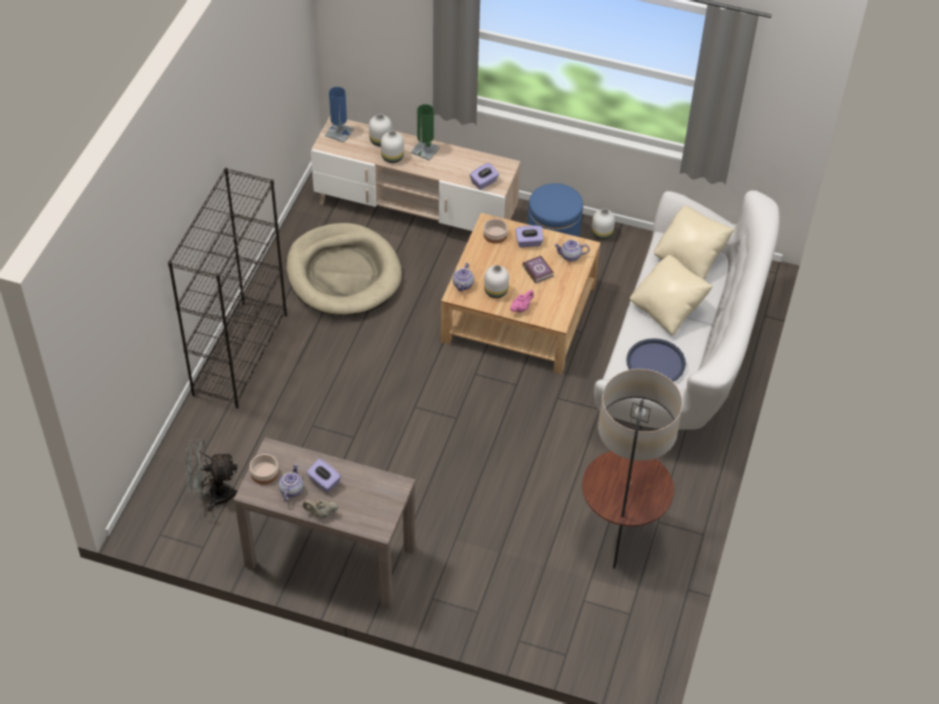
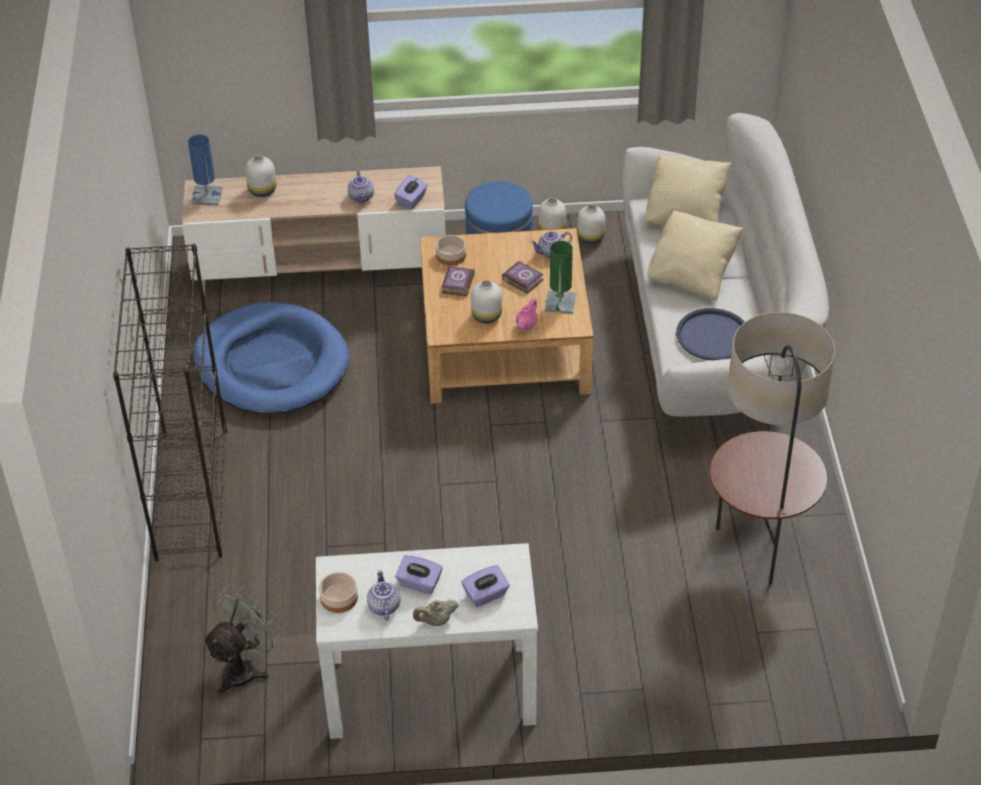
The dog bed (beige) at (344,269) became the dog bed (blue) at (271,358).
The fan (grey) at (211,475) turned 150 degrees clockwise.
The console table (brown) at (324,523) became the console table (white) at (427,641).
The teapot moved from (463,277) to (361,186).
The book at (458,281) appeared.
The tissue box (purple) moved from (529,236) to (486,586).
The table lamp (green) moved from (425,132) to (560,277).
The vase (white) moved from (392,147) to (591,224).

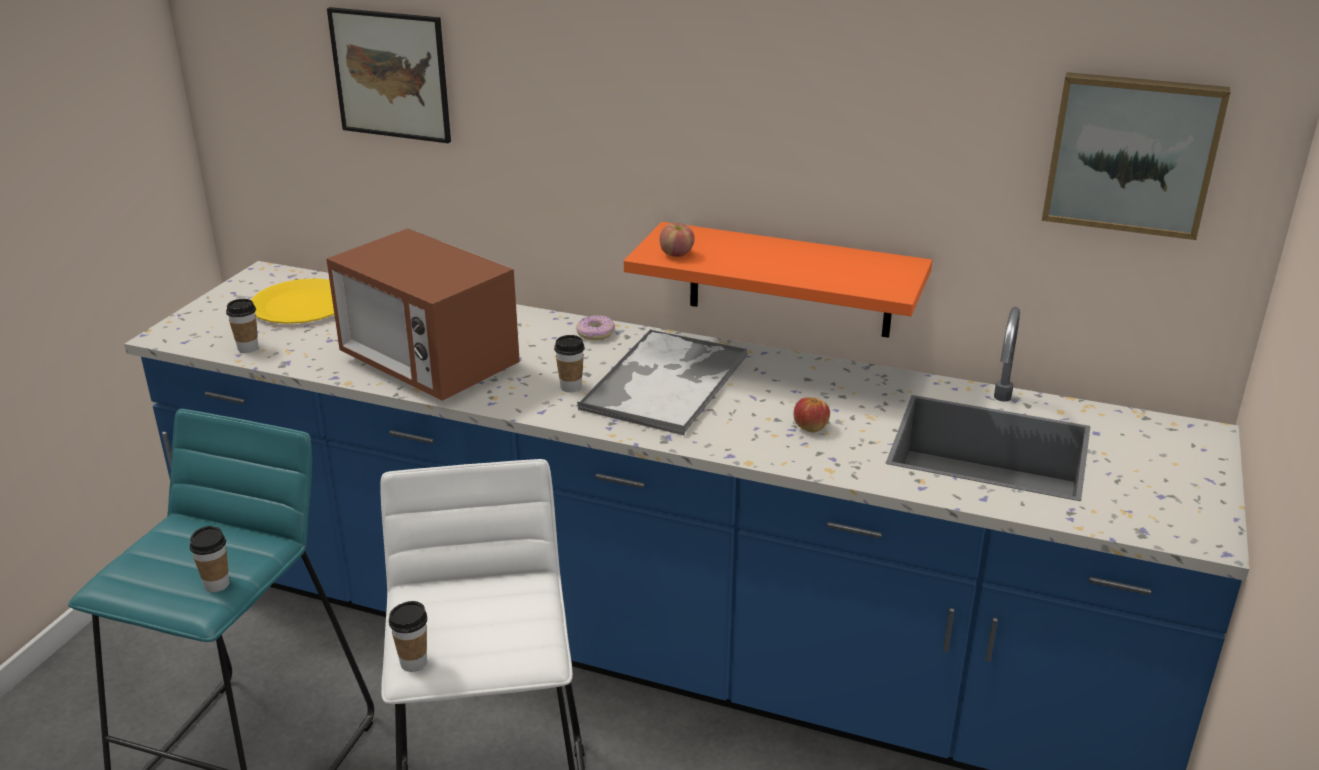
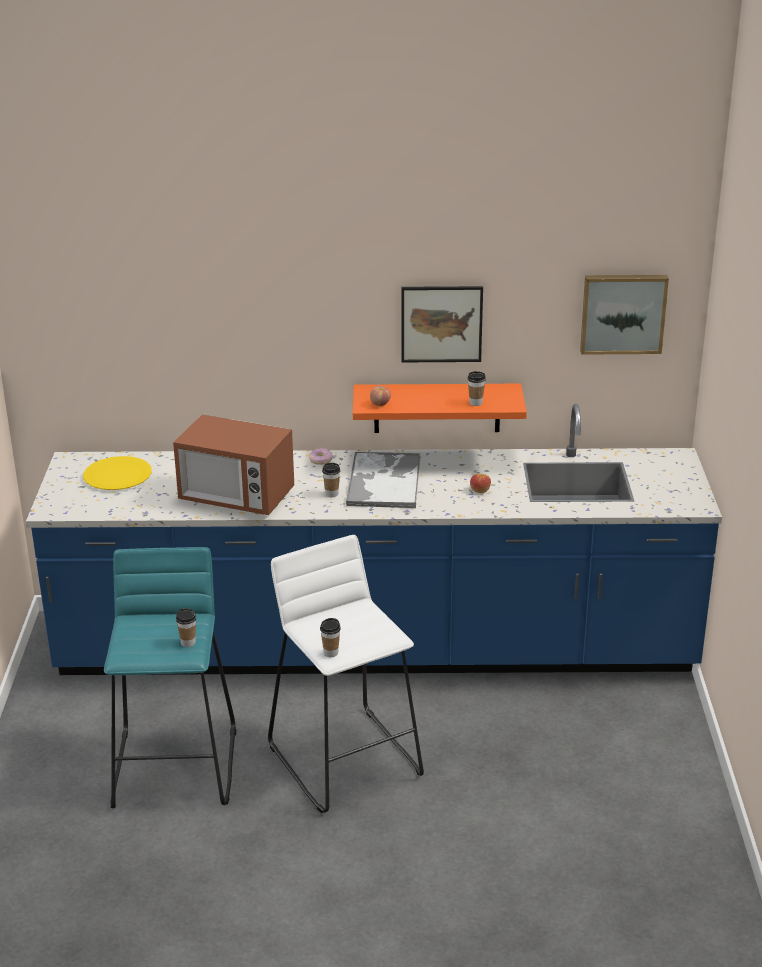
The picture moved from (389,75) to (442,324).
The cup moved from (242,326) to (477,388).

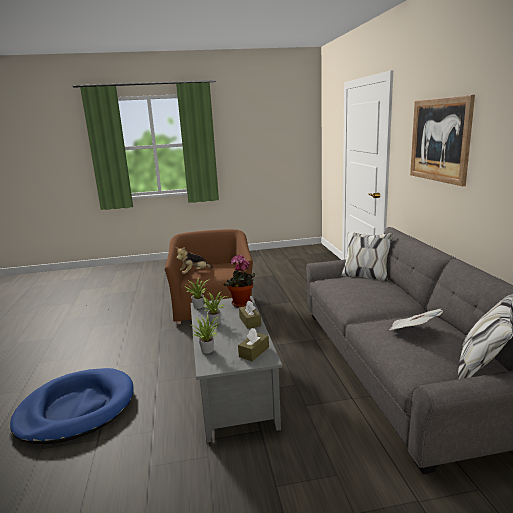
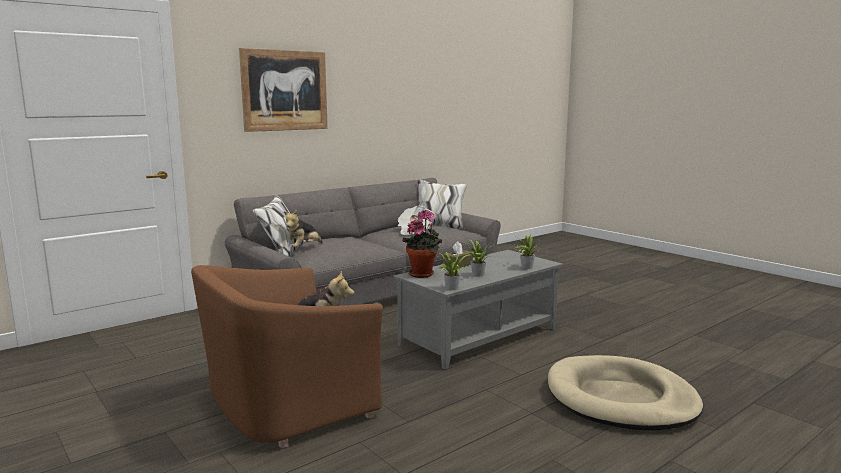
The plush toy at (303,229) appeared.
The dog bed (blue) at (72,406) became the dog bed (beige) at (625,393).
The tissue box (brown) at (253,344) disappeared.

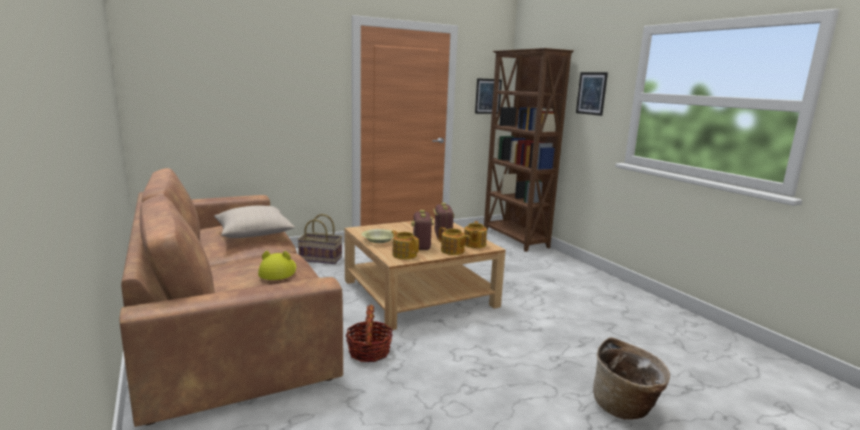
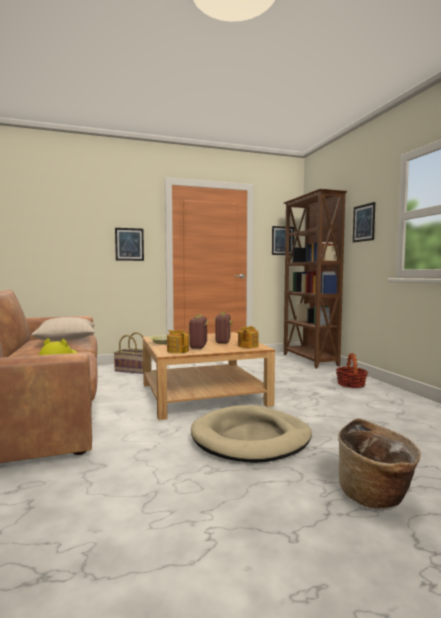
The picture at (129,244) appeared.
The dog bed (beige) at (251,434) appeared.
The basket moved from (369,333) to (352,370).
The teapot at (454,241) disappeared.

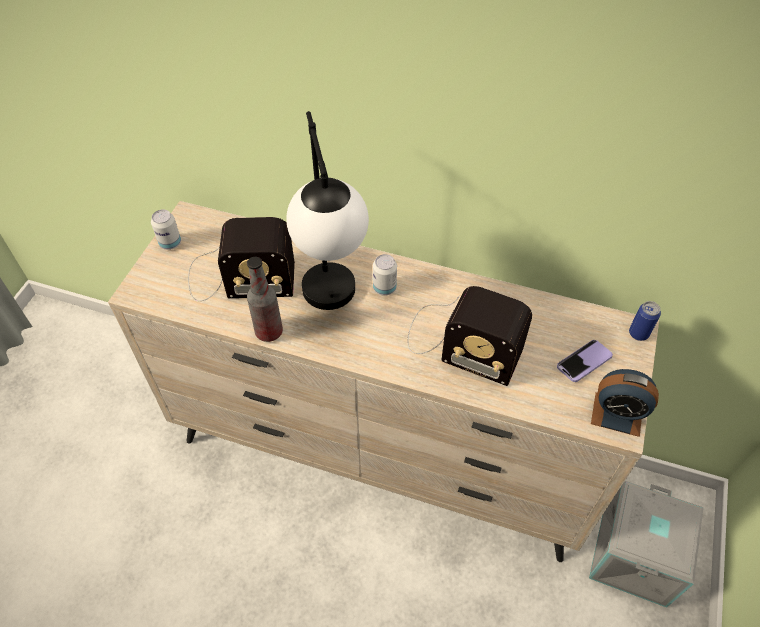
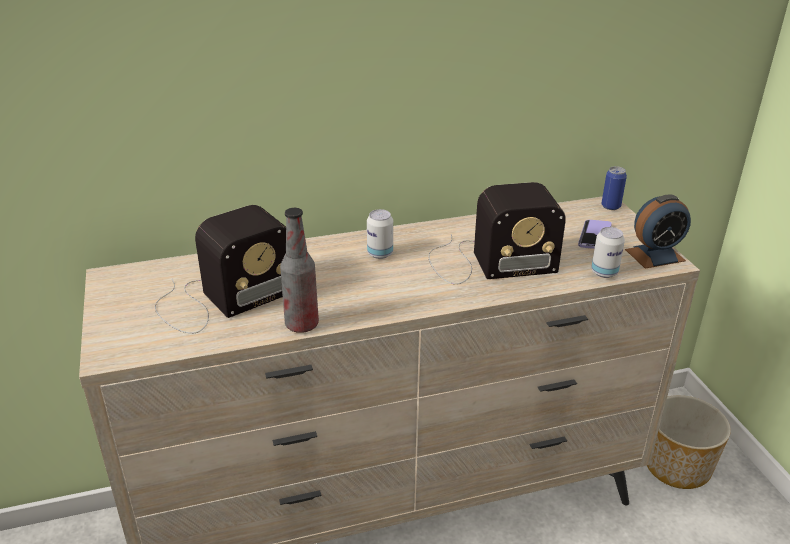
The can moved from (166,229) to (608,252).
The storage box (grey) at (646,544) was replaced by the planter at (689,442).
The table lamp at (327,210) disappeared.

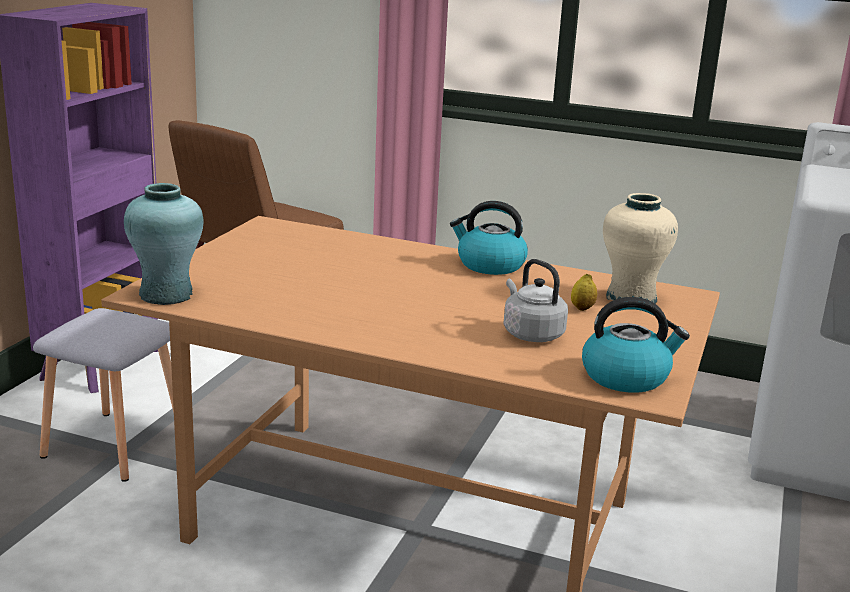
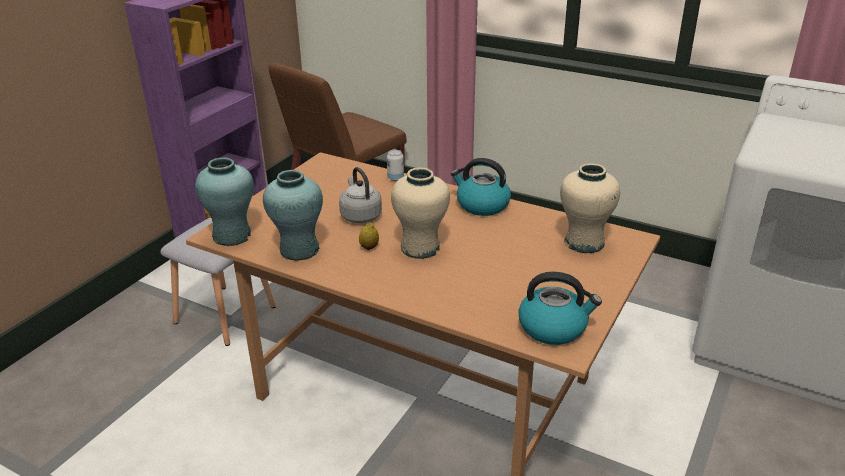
The vase (turquoise) at (293,215) appeared.
The kettle (grey) moved from (535,300) to (360,195).
The lemon moved from (584,292) to (369,236).
The can at (395,165) appeared.
The vase (beige) at (420,213) appeared.

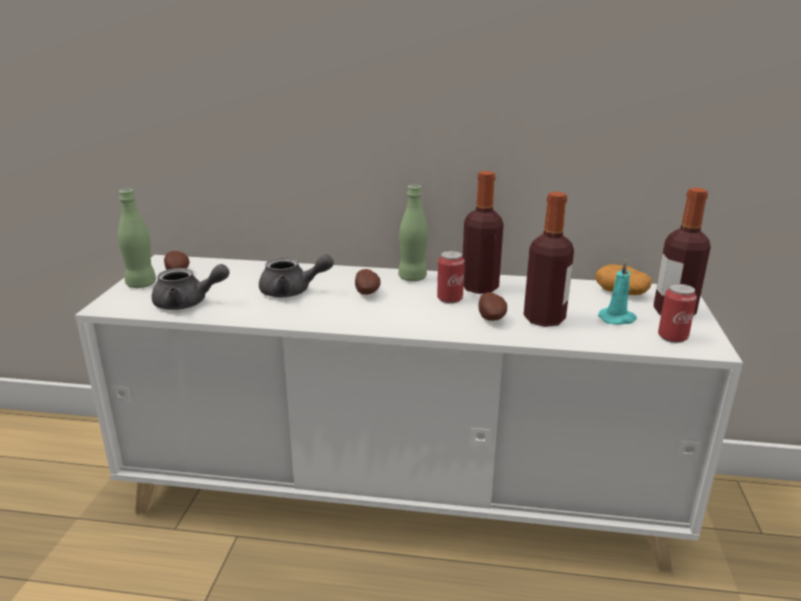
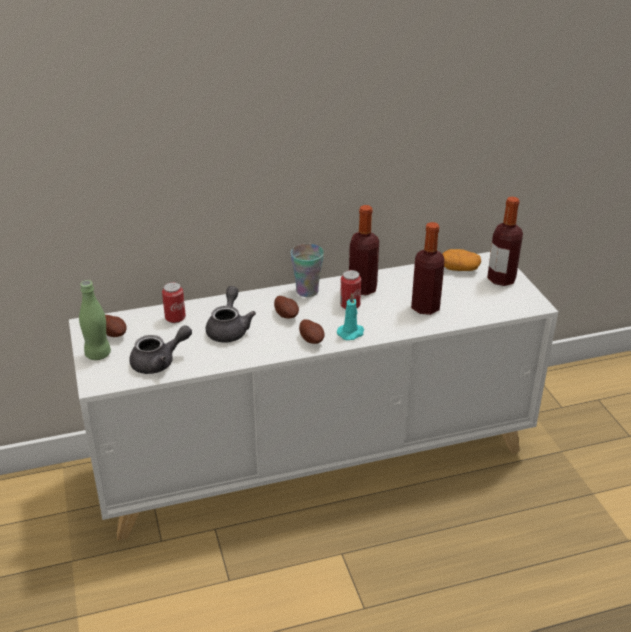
The can moved from (677,313) to (174,302).
The teapot (grey) at (296,275) turned 60 degrees counterclockwise.
The bottle (green) at (413,232) was replaced by the cup at (307,270).
The potato moved from (492,306) to (312,331).
The candle (turquoise) moved from (617,292) to (350,316).

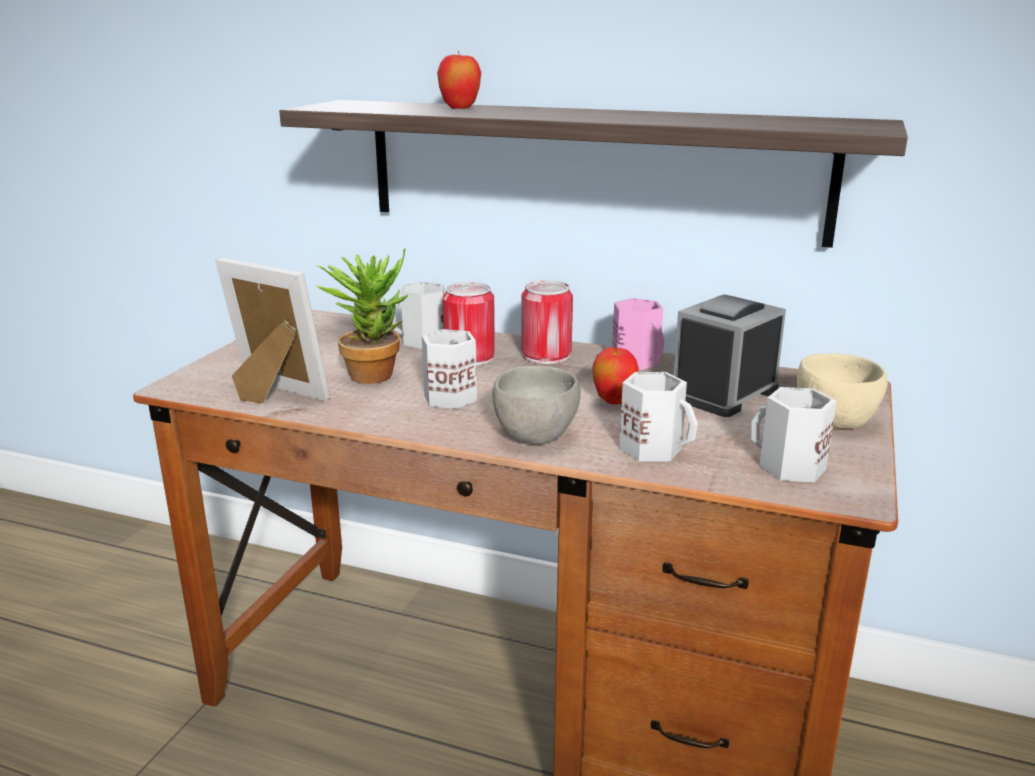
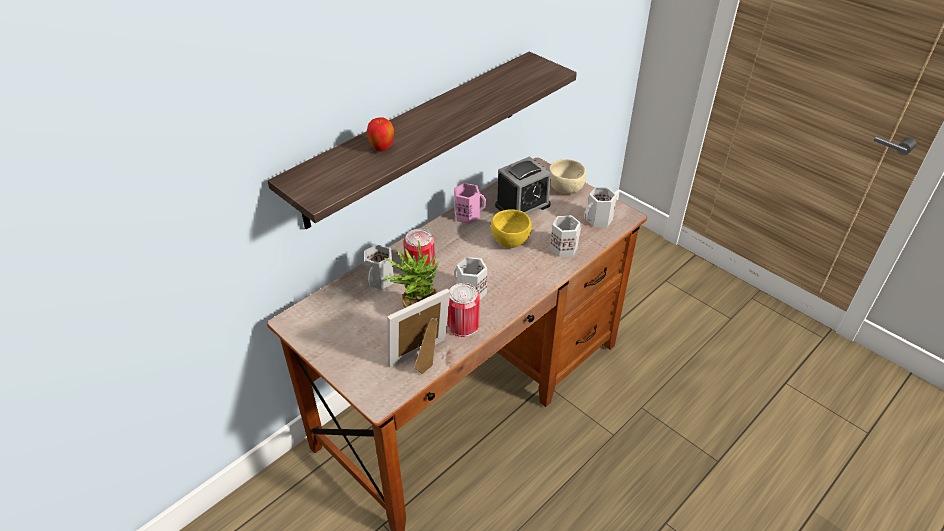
The can moved from (547,322) to (463,310).
The apple at (615,375) was replaced by the bowl (yellow) at (511,228).
The alarm clock at (729,355) turned 105 degrees counterclockwise.
The bowl (grey) at (536,405) disappeared.

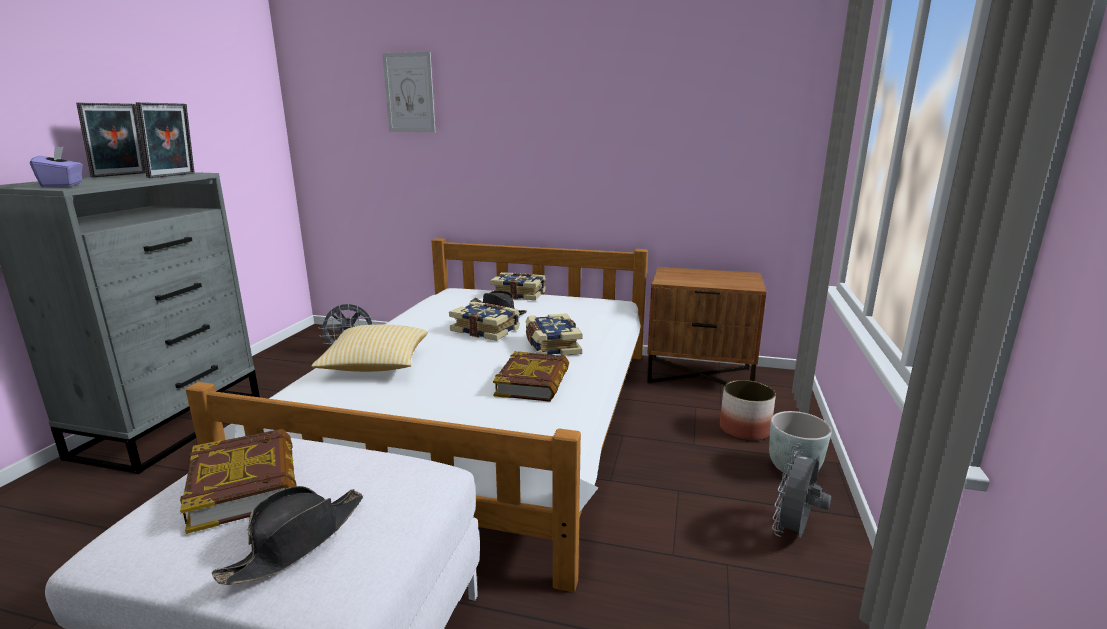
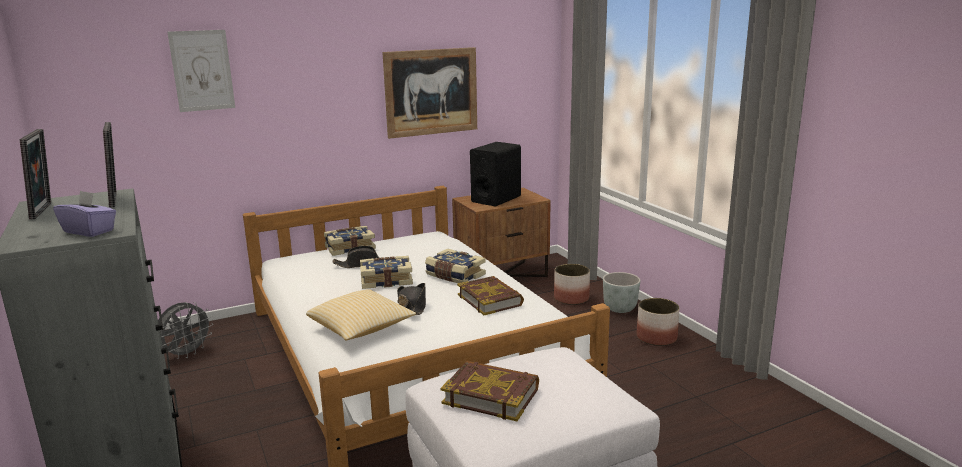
The picture at (429,93) appeared.
The hat (black) moved from (287,535) to (411,299).
The speaker (black) at (495,174) appeared.
The fan (grey) at (801,490) was replaced by the planter at (658,322).

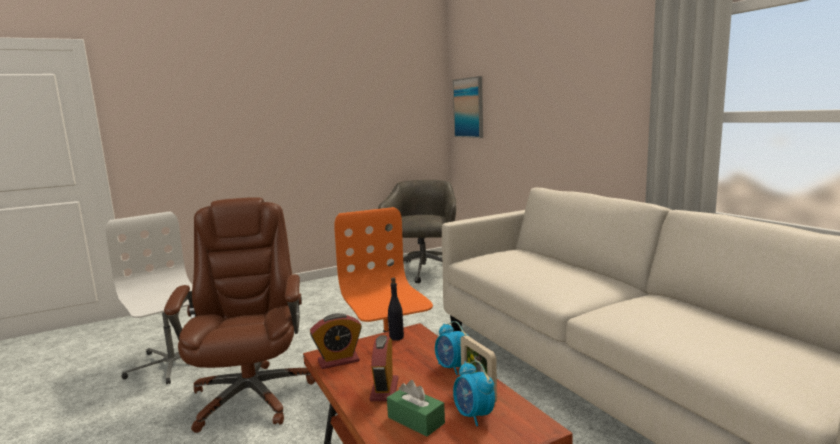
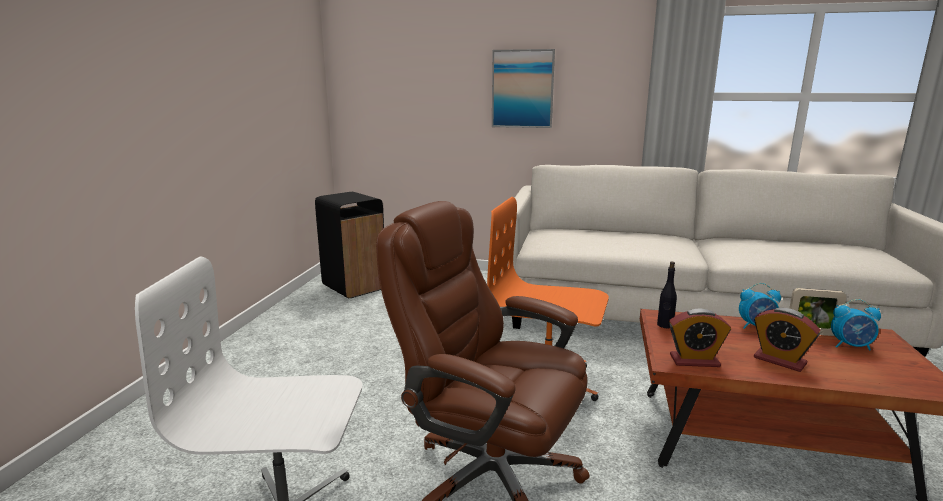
The office chair (grey) at (417,232) was replaced by the trash can (black) at (349,245).
The picture moved from (468,107) to (523,88).
The alarm clock at (336,341) turned 75 degrees clockwise.
The tissue box (green) at (416,408) disappeared.

